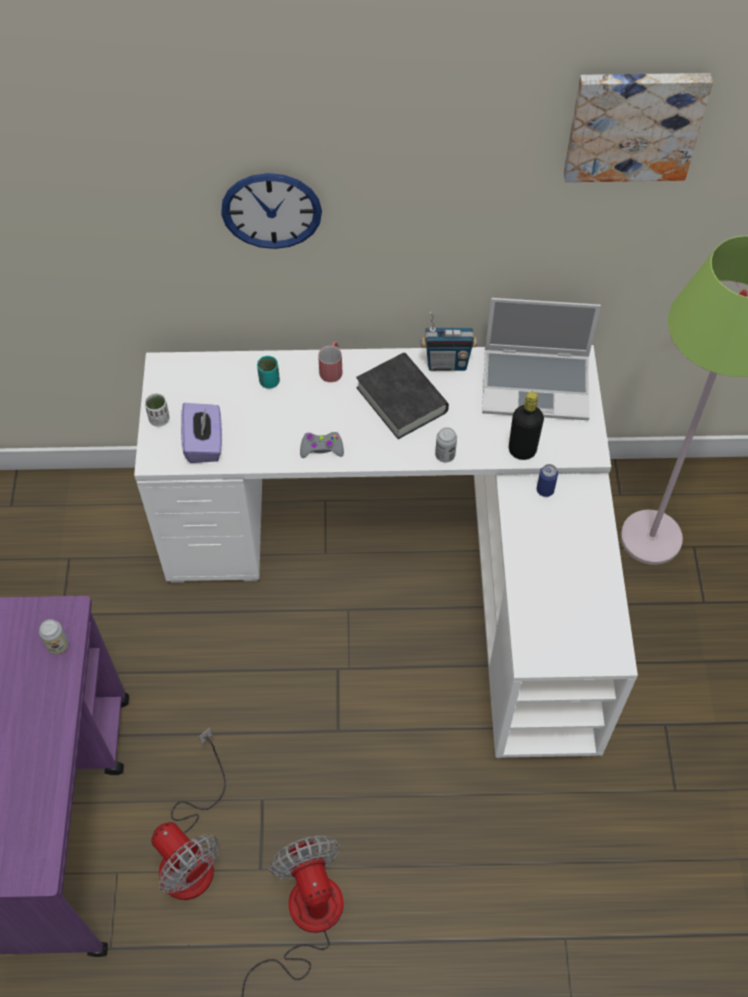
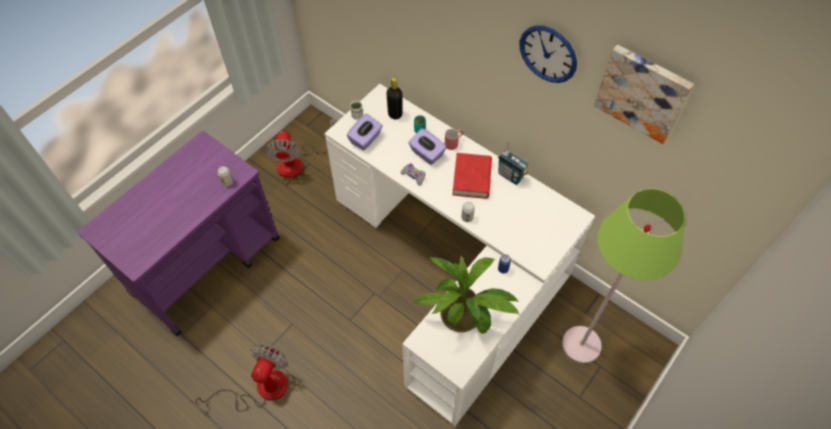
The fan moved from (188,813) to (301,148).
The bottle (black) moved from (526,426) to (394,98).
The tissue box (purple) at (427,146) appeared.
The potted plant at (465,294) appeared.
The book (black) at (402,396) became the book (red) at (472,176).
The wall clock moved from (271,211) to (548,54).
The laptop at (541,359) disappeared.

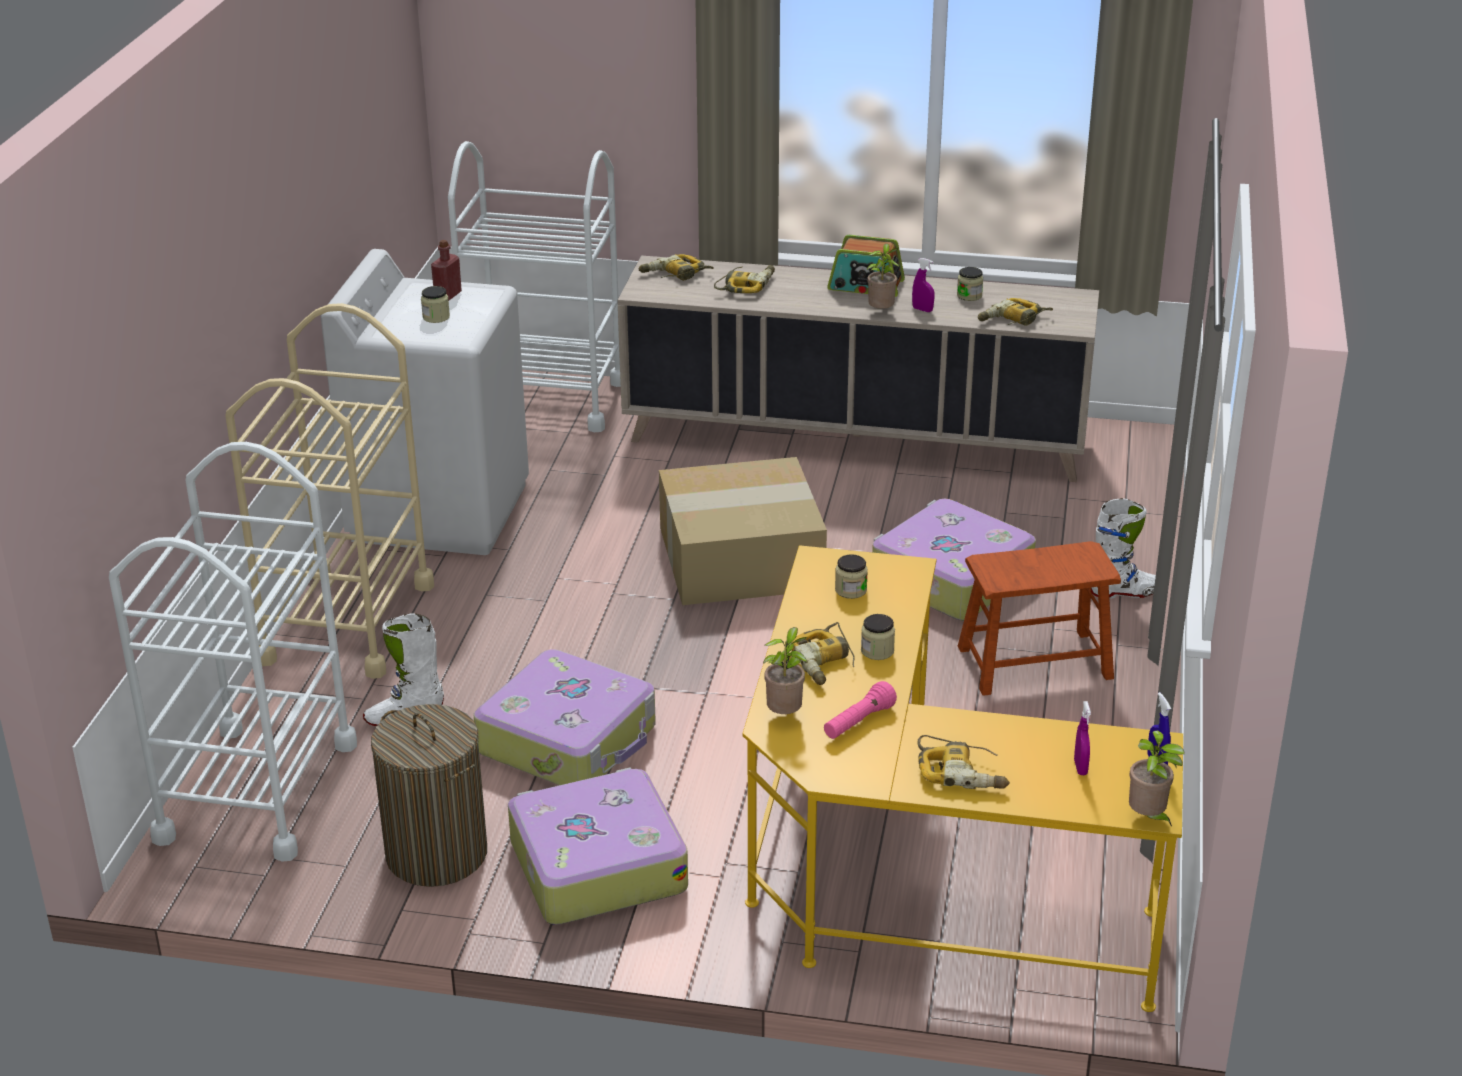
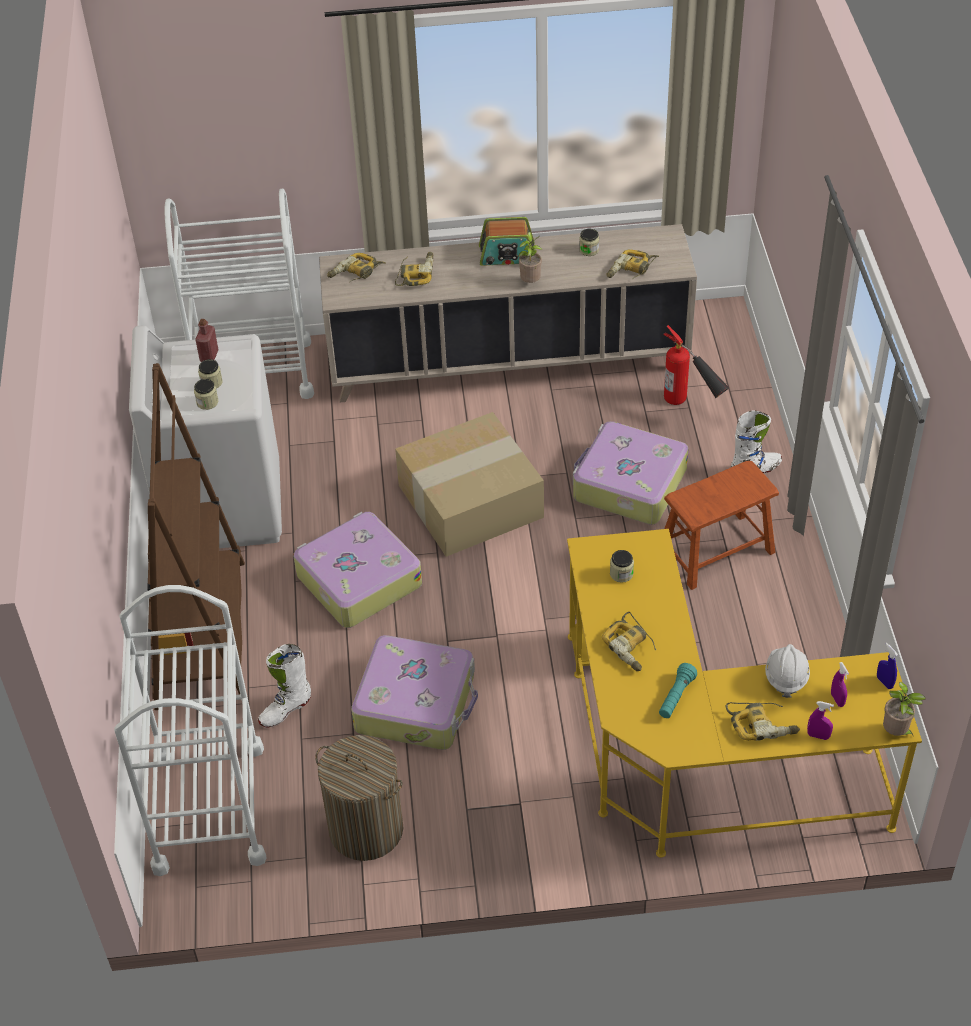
The cart (beige) at (329,491) was replaced by the bookcase (brown) at (196,536).
The jar moved from (878,637) to (206,394).
The suitcase moved from (598,846) to (358,570).
The flashlight (pink) at (860,710) became the flashlight (turquoise) at (678,690).
The fire extinguisher at (696,365) appeared.
The hard hat (white) at (787,671) appeared.
The spray bottle (purple) moved from (923,285) to (820,720).
The potted plant at (785,670) disappeared.

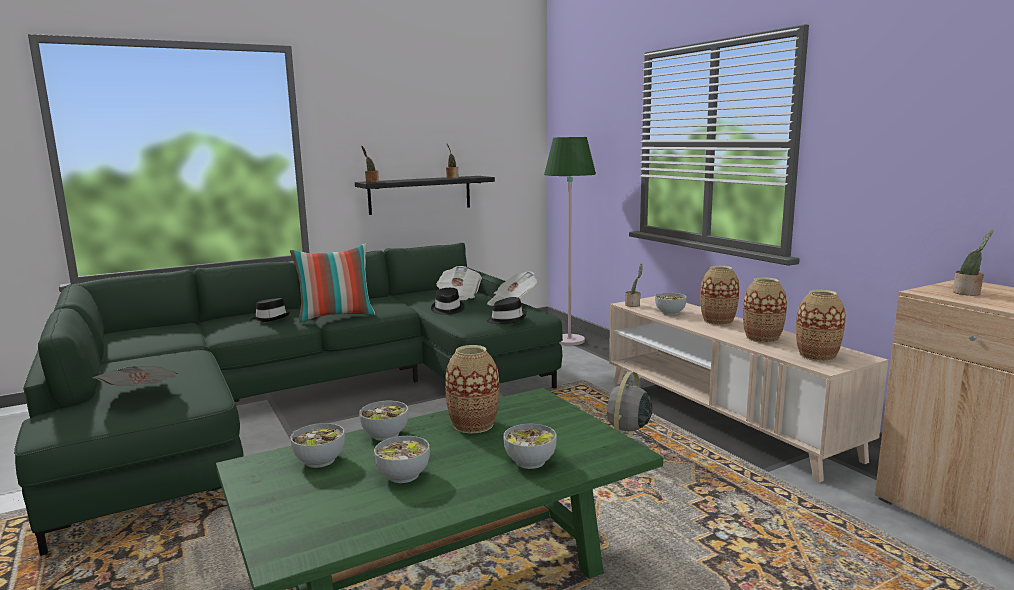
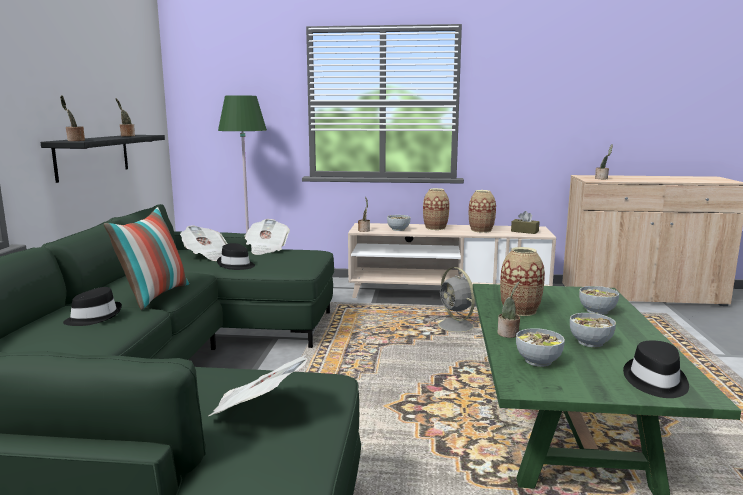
The bowl at (383,421) was replaced by the potted plant at (508,309).
The vase at (821,326) was replaced by the tissue box (brown) at (525,222).
The hat (black) moved from (507,310) to (656,369).

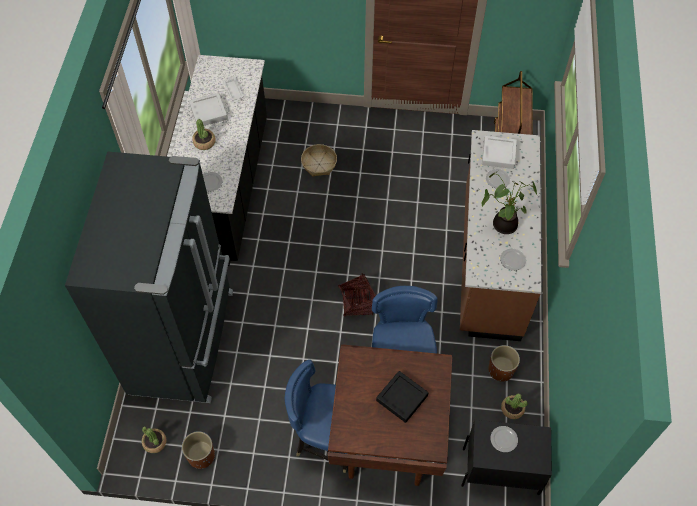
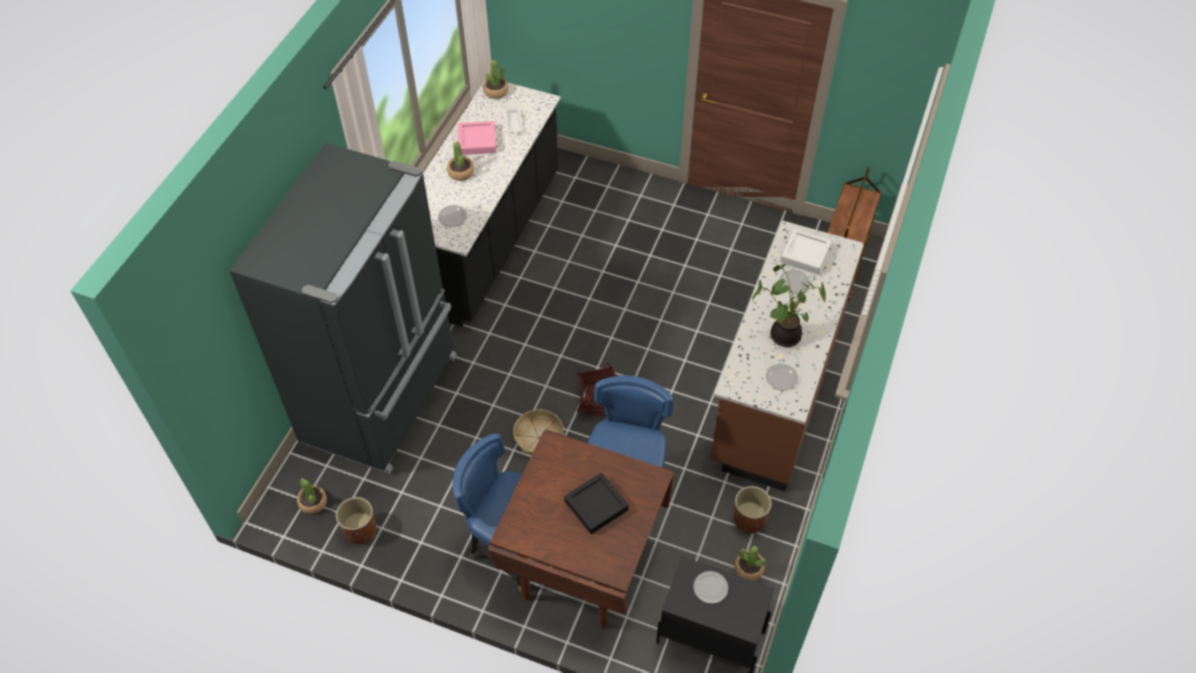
The tray (grey) at (208,109) became the tray (pink) at (477,138).
The potted plant at (496,79) appeared.
The basket moved from (319,160) to (538,431).

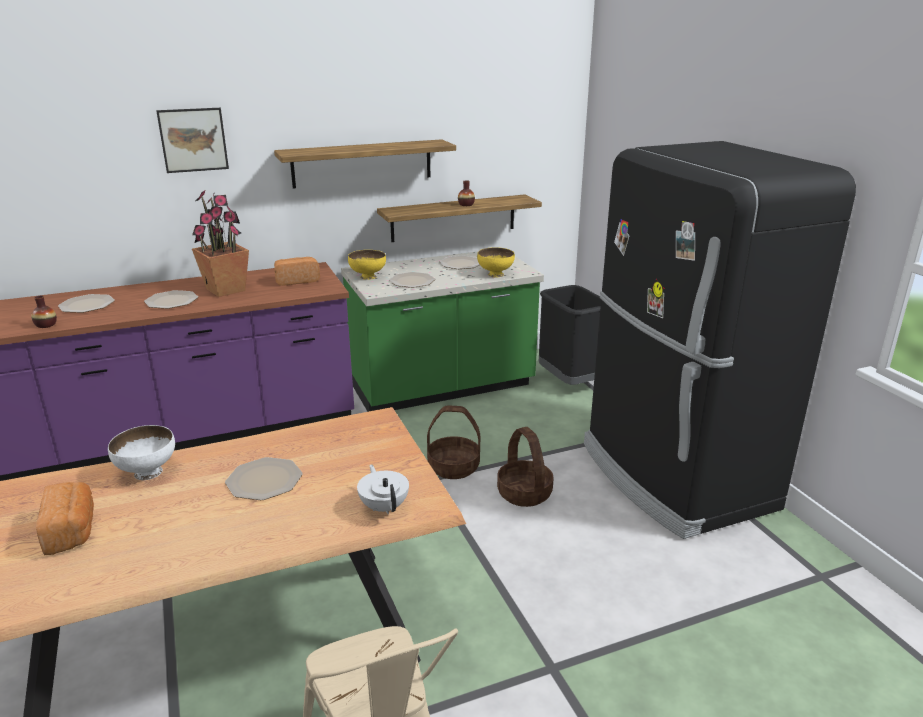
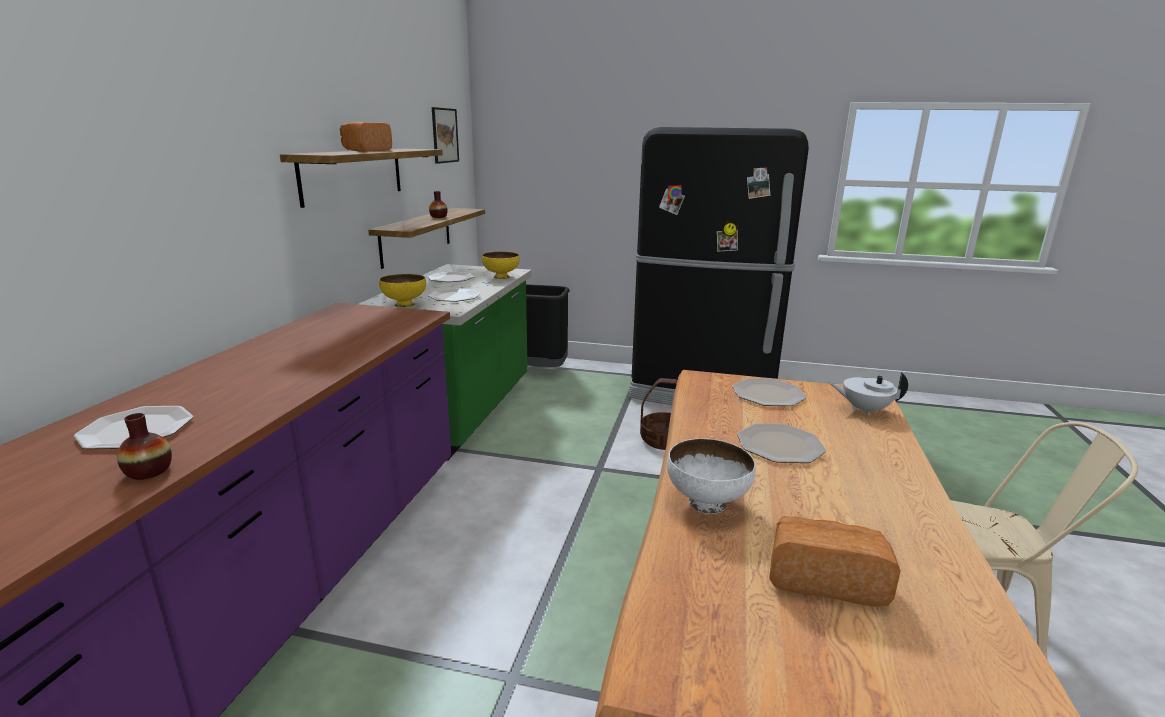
The bread moved from (297,271) to (366,137).
The picture moved from (192,140) to (445,135).
The plate moved from (171,299) to (769,392).
The potted plant at (220,244) disappeared.
The basket at (453,442) disappeared.

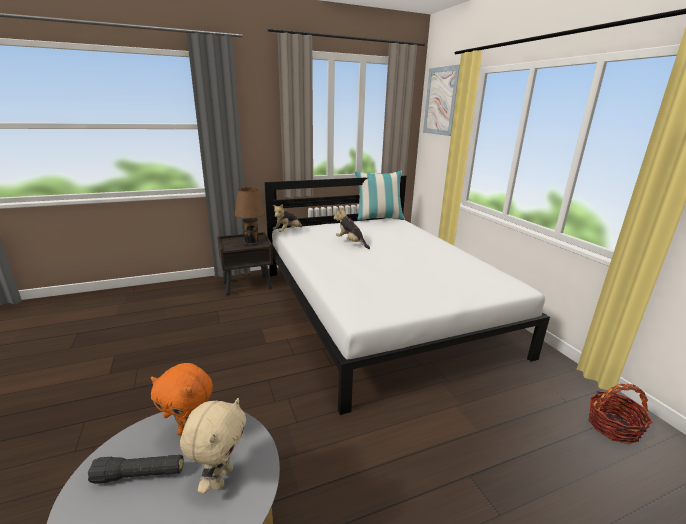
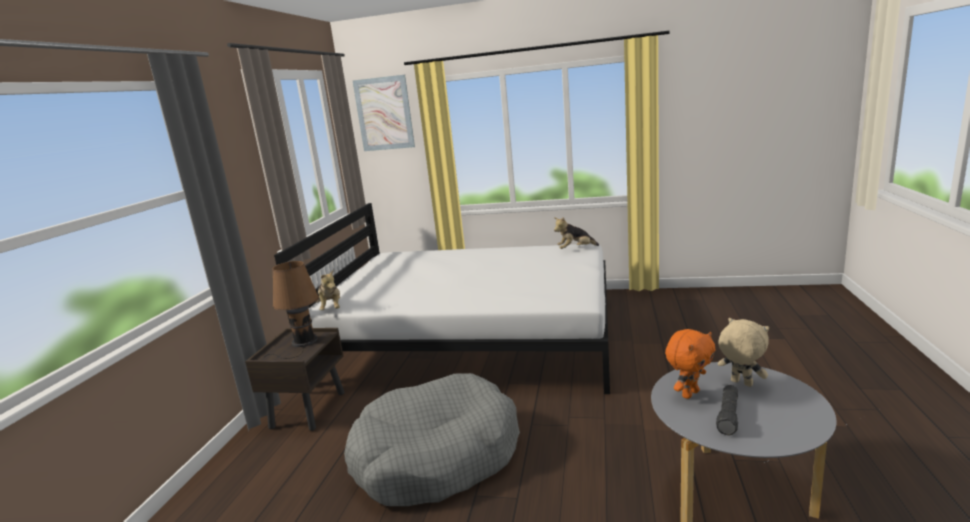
The dog bed (grey) at (432,439) appeared.
The plush toy moved from (351,228) to (576,233).
The pillow at (379,195) disappeared.
The basket at (620,414) disappeared.

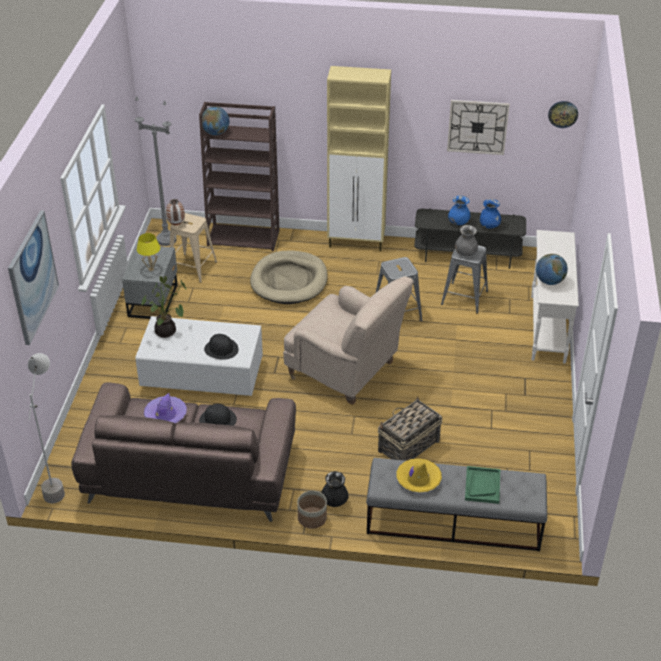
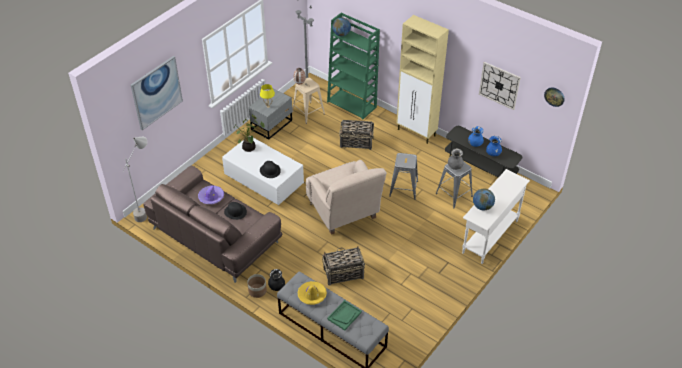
The bookcase (brown) at (239,176) became the bookcase (green) at (353,66).
The dog bed (beige) at (289,277) was replaced by the basket at (356,135).

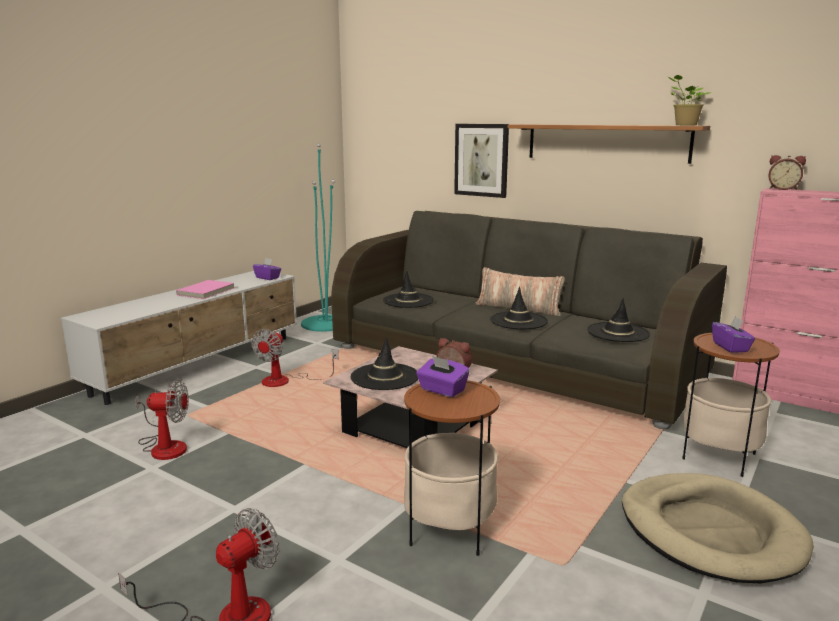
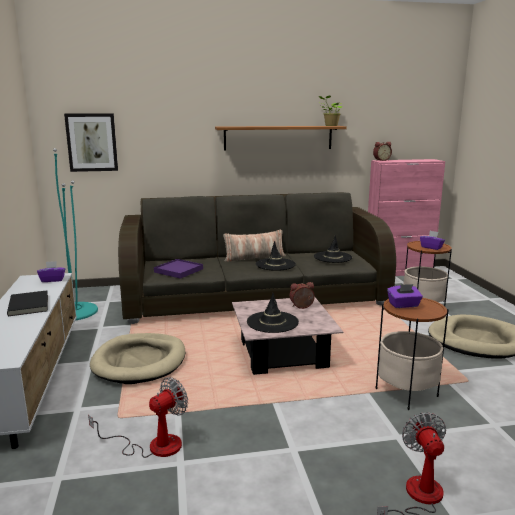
The book (pink) at (205,289) became the book (black) at (27,303).
The picture moved from (481,161) to (91,142).
The fan at (294,358) was replaced by the dog bed (beige) at (137,358).
The hat (black) at (408,289) was replaced by the tray (purple) at (178,269).

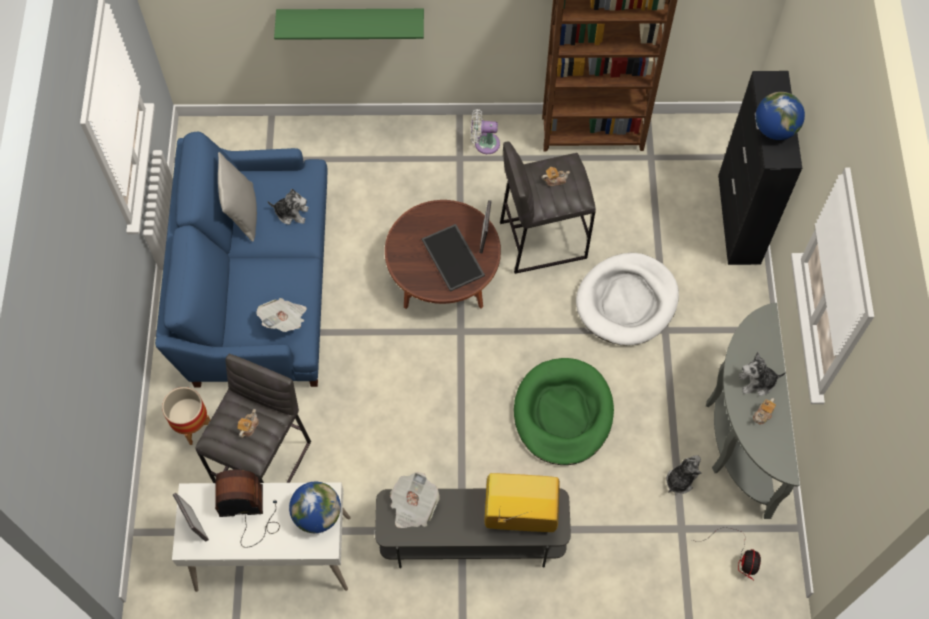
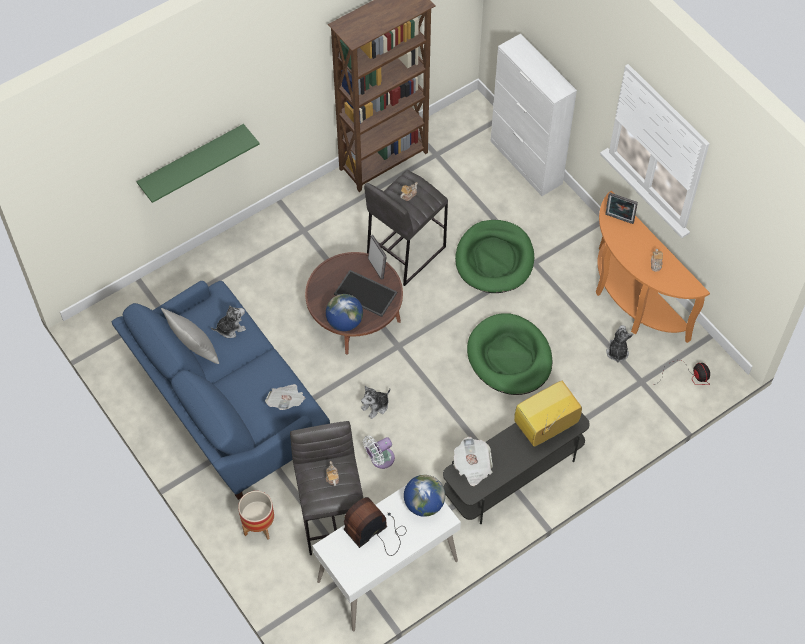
The globe moved from (780,116) to (344,312).
The plush toy moved from (762,374) to (375,402).
The fan (white) moved from (485,131) to (379,452).
The dog bed (white) at (627,299) became the dog bed (green) at (494,256).
The cabinet (black) at (760,168) became the cabinet (white) at (534,115).
The console table (grey) at (753,411) became the console table (orange) at (653,267).
The picture frame moved from (191,517) to (621,208).

